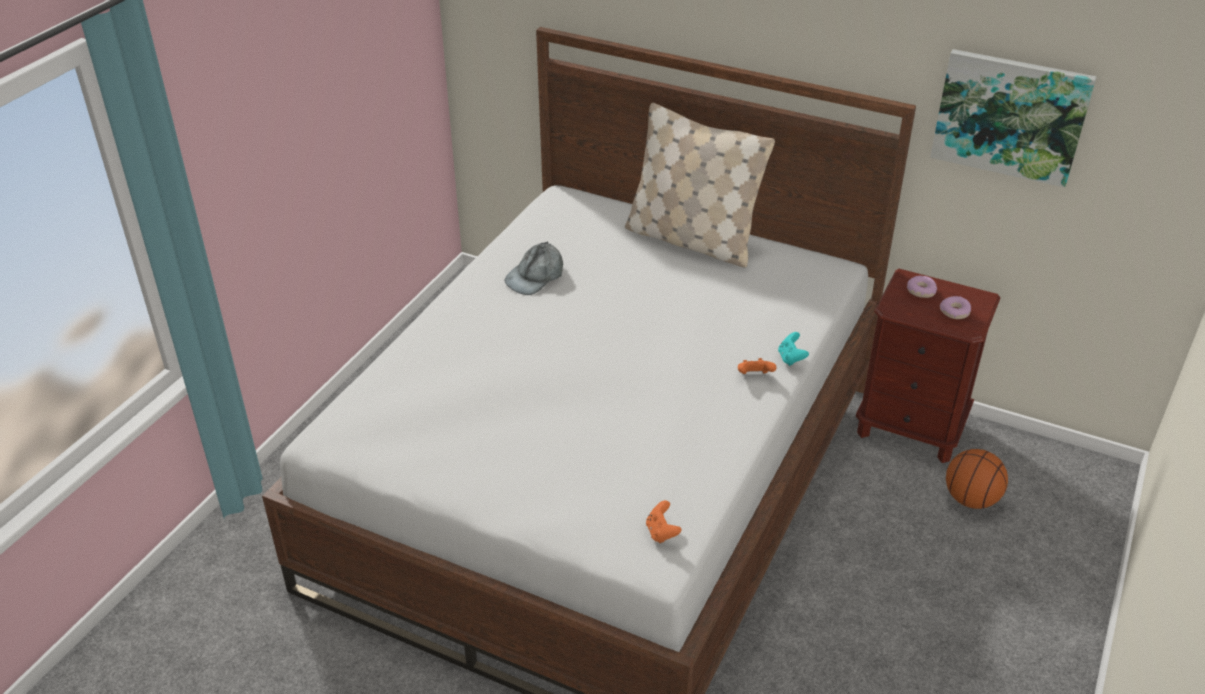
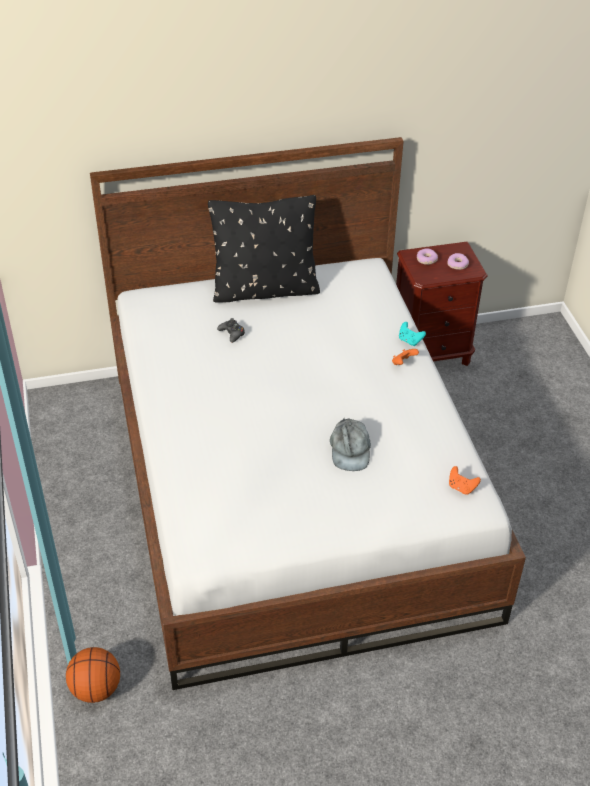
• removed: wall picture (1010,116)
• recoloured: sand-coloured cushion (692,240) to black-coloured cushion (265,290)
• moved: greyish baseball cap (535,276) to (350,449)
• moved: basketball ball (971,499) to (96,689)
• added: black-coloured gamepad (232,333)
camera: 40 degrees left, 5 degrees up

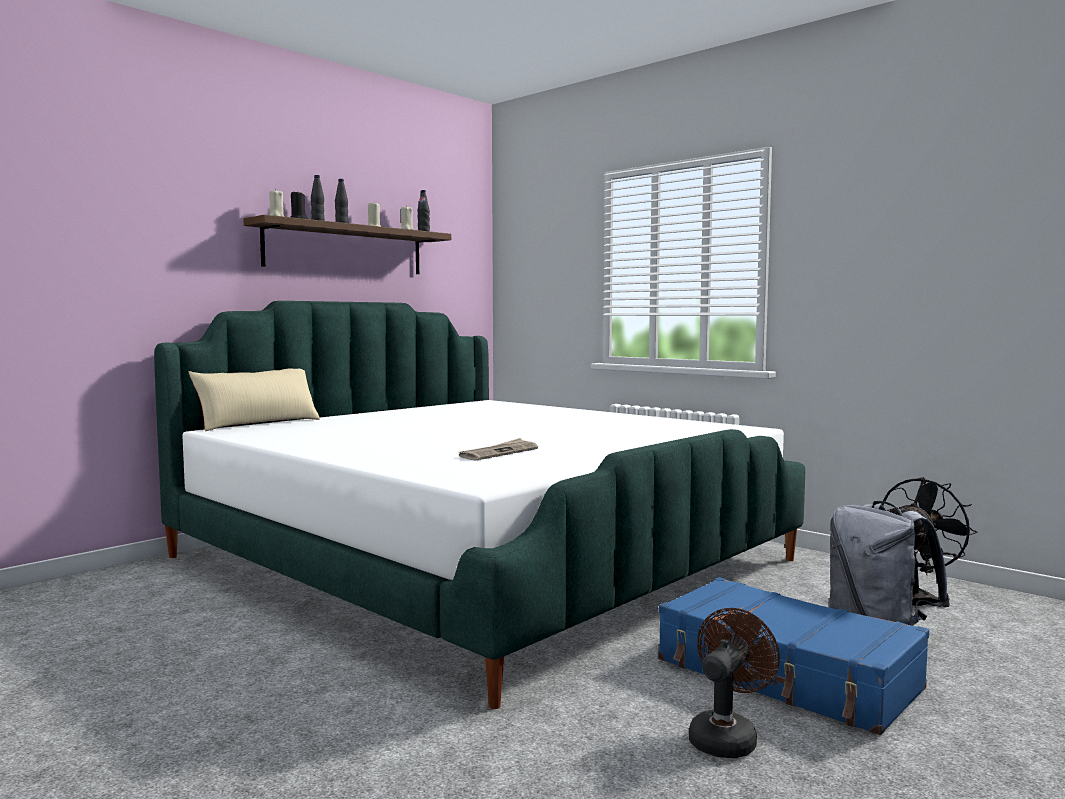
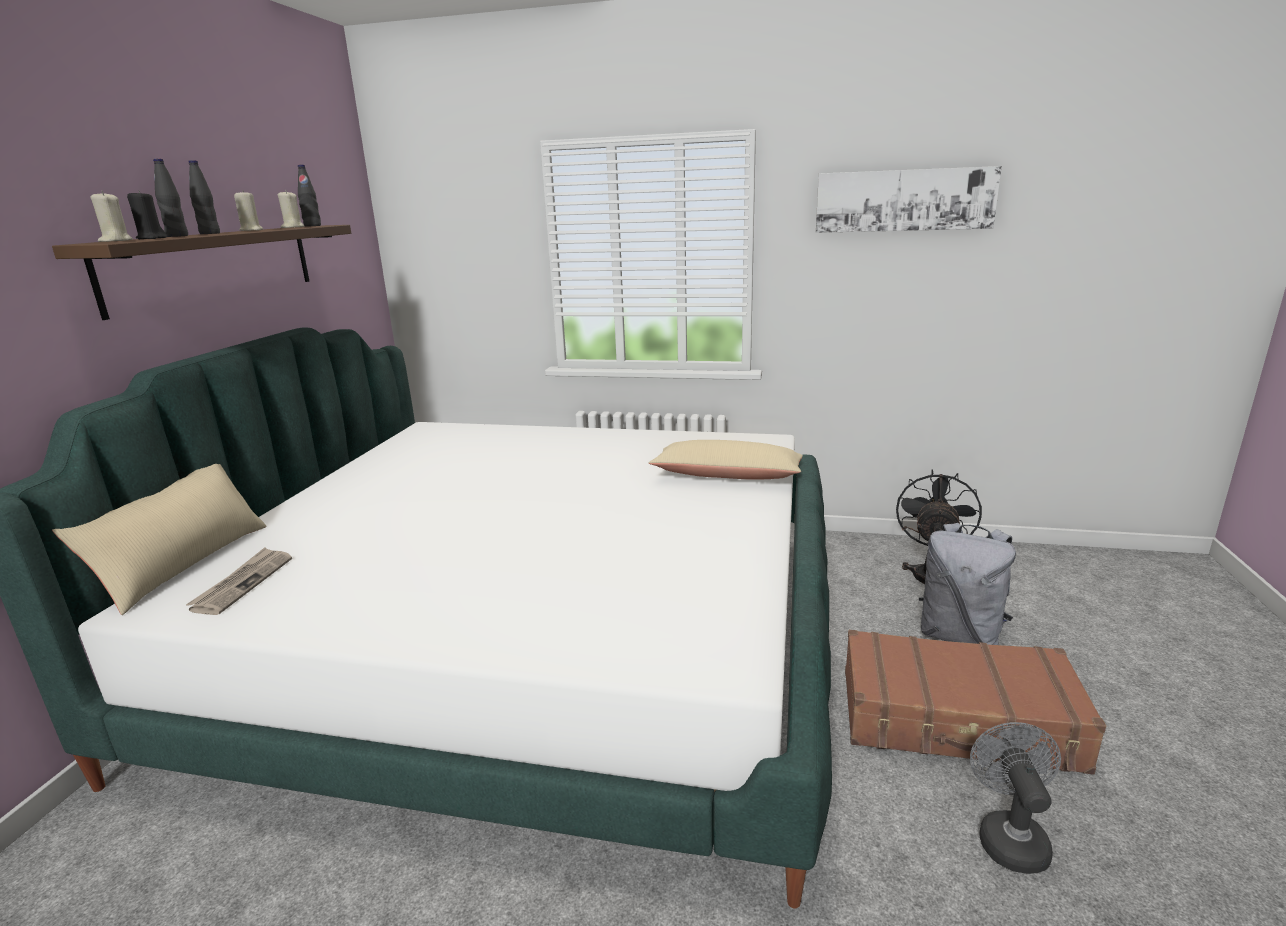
• moved: newspaper (498,453) to (243,583)
• recoloured: blue-coloured suitcase (786,675) to brown suitcase (957,720)
• recoloured: brown fan (726,736) to greyish fan (1009,836)
• added: wall picture (904,200)
• added: sand-coloured cushion (727,475)
camera: 30 degrees left, 15 degrees up

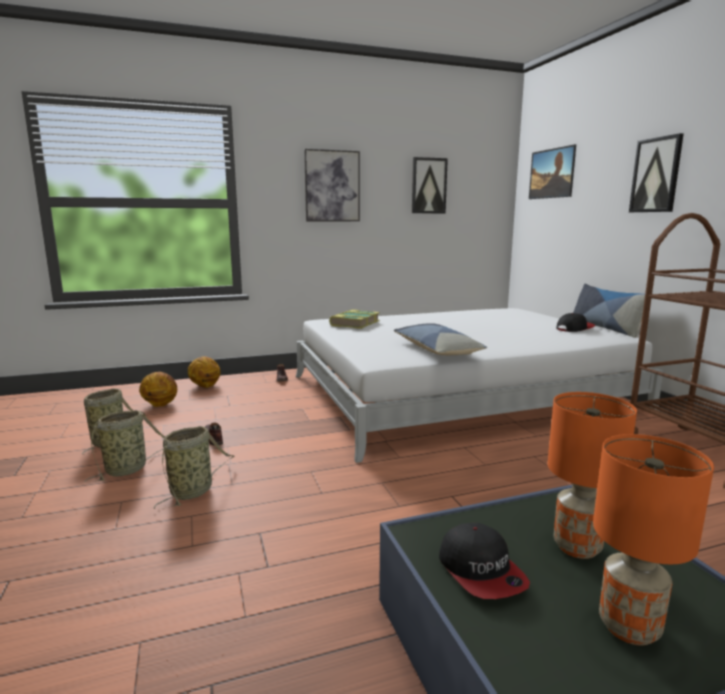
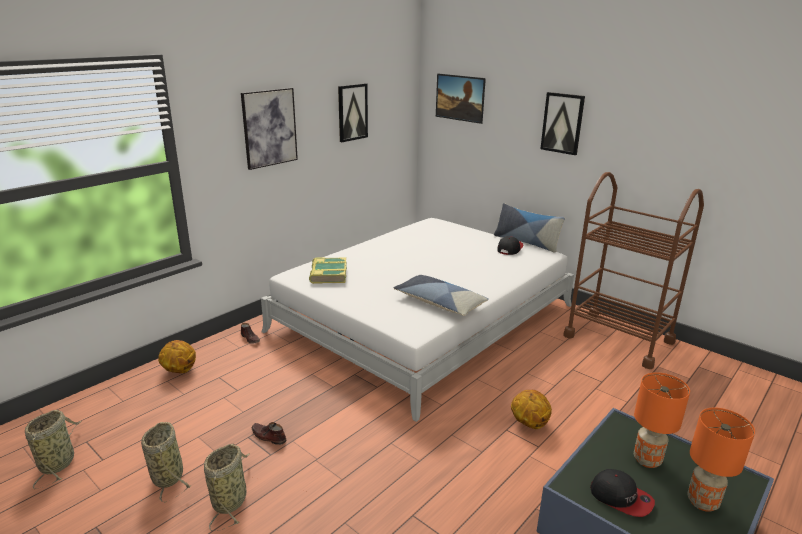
• moved: basketball ball (160,405) to (528,424)
• moved: storage basket (194,491) to (58,462)
camera: 30 degrees left, 10 degrees up

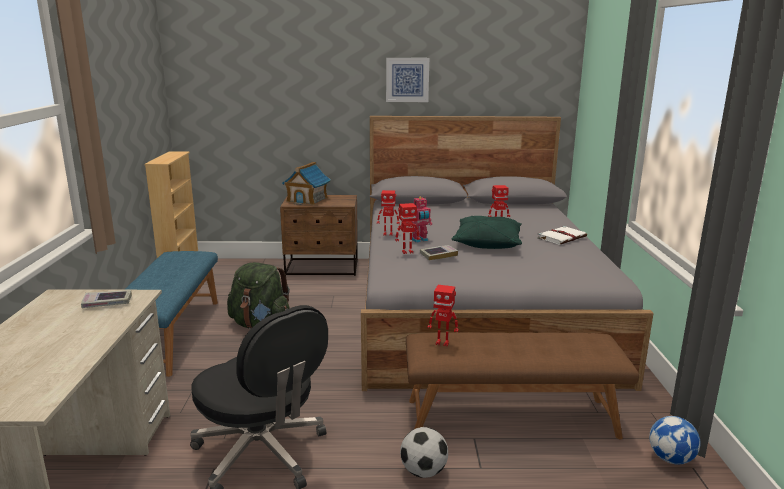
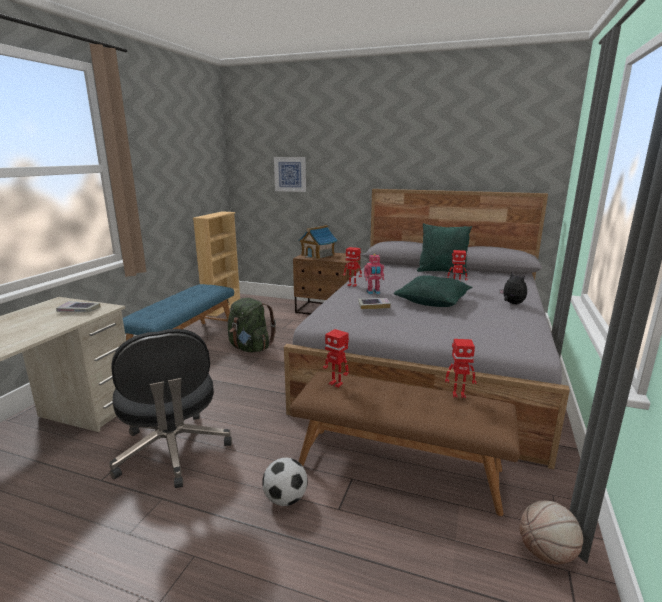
• moved: wall picture (407,80) to (290,174)
• moved: toy robot (407,252) to (458,395)
• replaced: whitish book (562,237) to plush toy (512,303)
• replaced: football ball (670,459) to basketball ball (546,553)
• added: greenish cushion (442,272)
camera: 20 degrees right, 0 degrees up

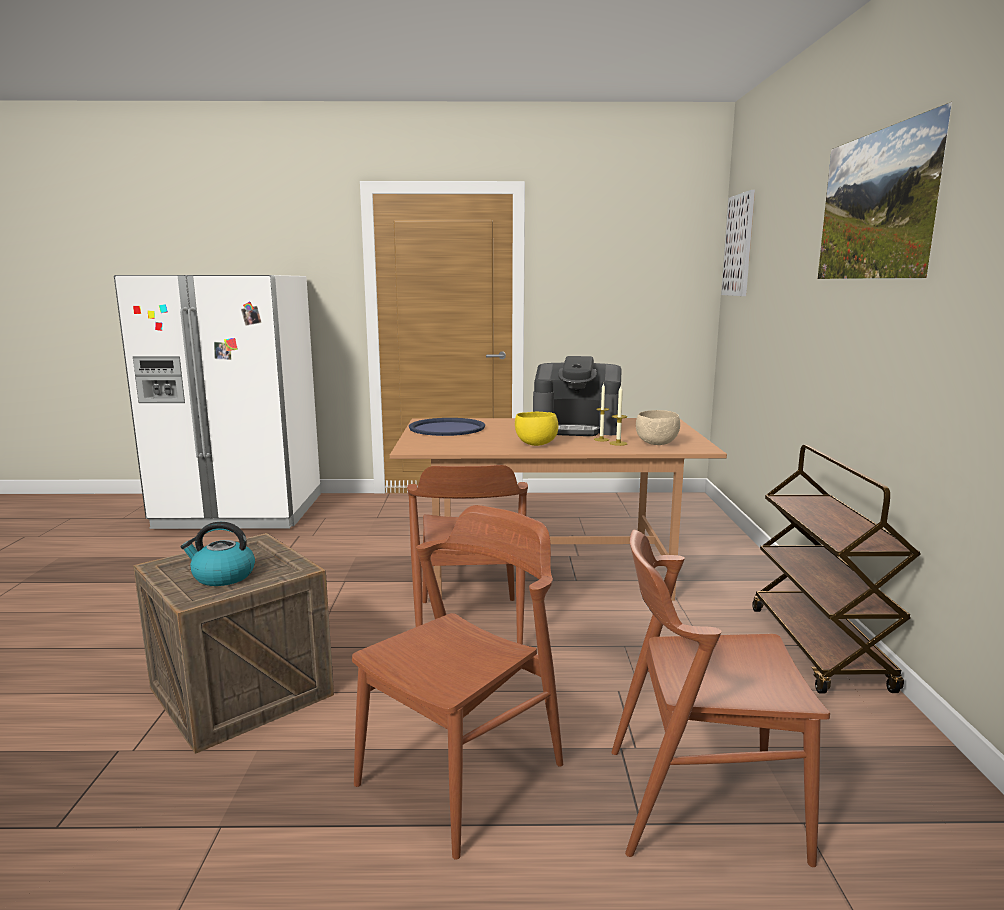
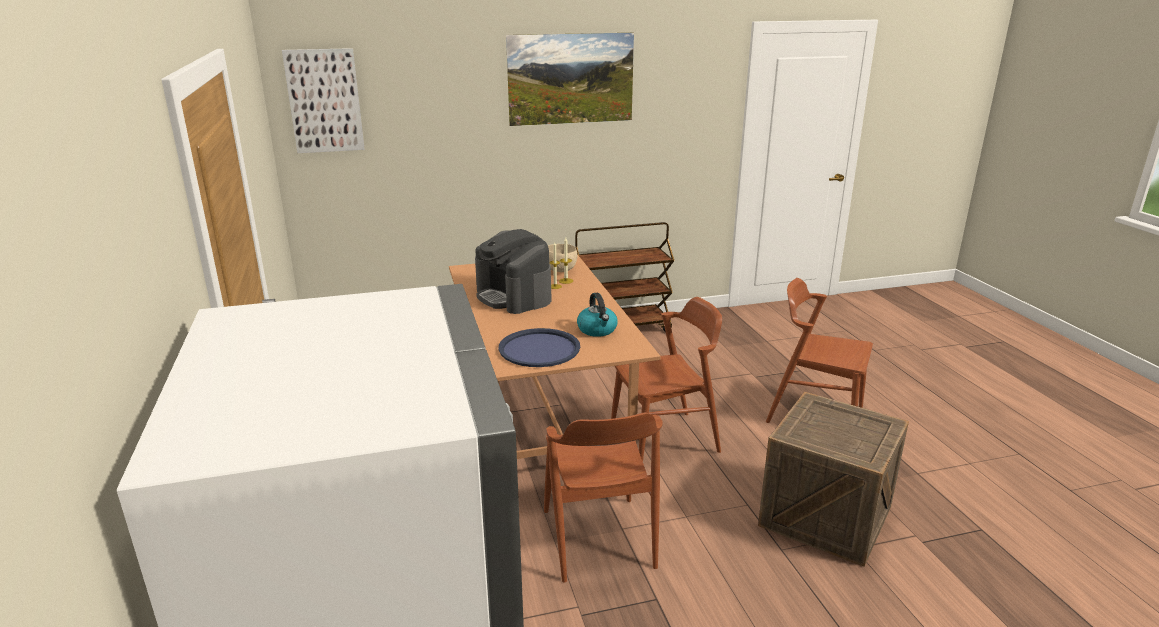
• turned: coffee brewer (577,428) = (514,296) 150 degrees clockwise
• removed: yellowish serving bowl (535,444)
• moved: kettle (222,576) to (597,330)
• moved: brown plain chair (701,801) to (598,538)
camera: 105 degrees left, 10 degrees up

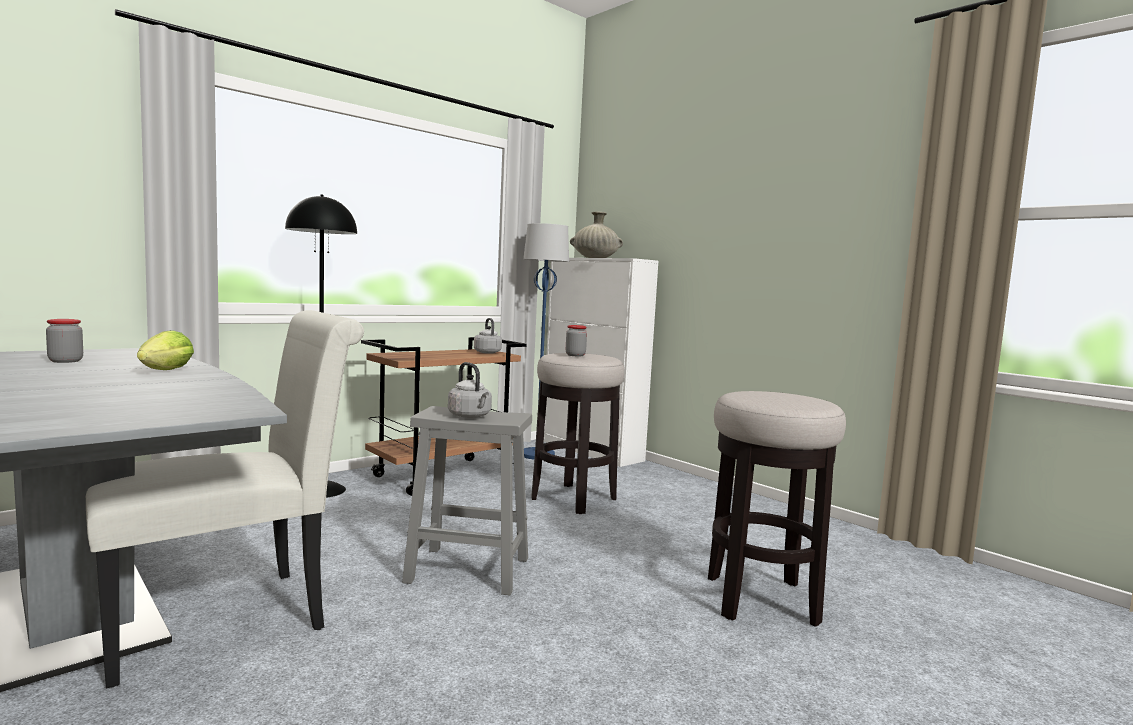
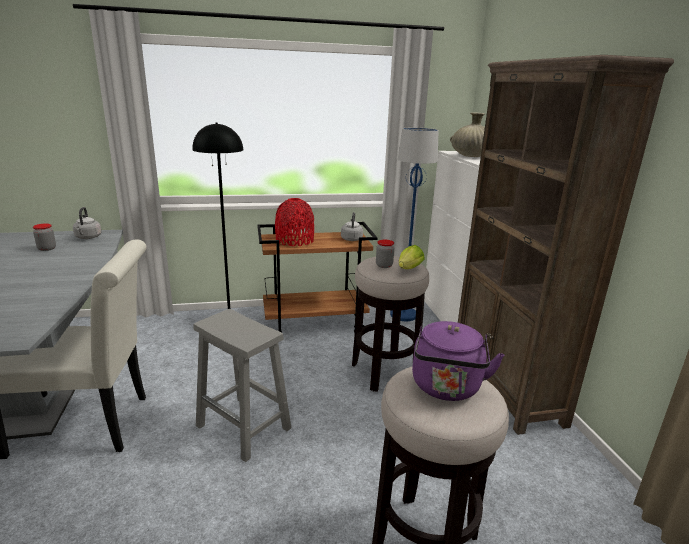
• moved: head of lettuce (163,371) to (408,269)
• moved: greyish kettle (470,416) to (88,237)
• added: brown bookshelf (505,386)
• added: red vase (294,240)
• added: purple kettle (446,388)
camera: 30 degrees right, 15 degrees up

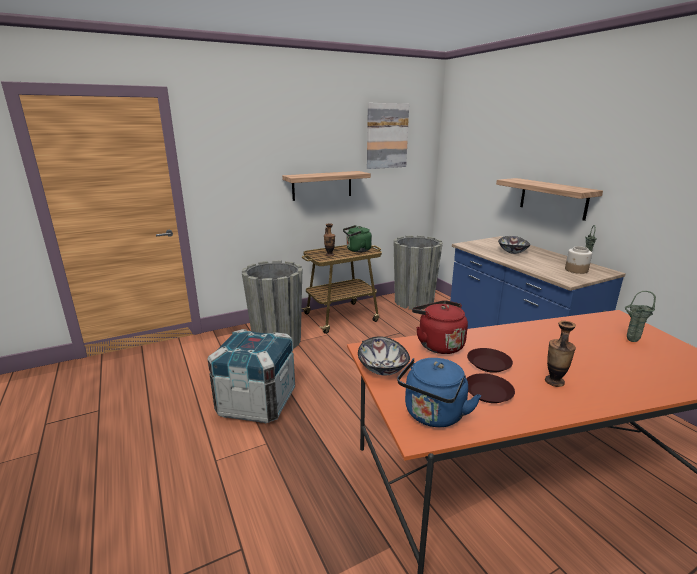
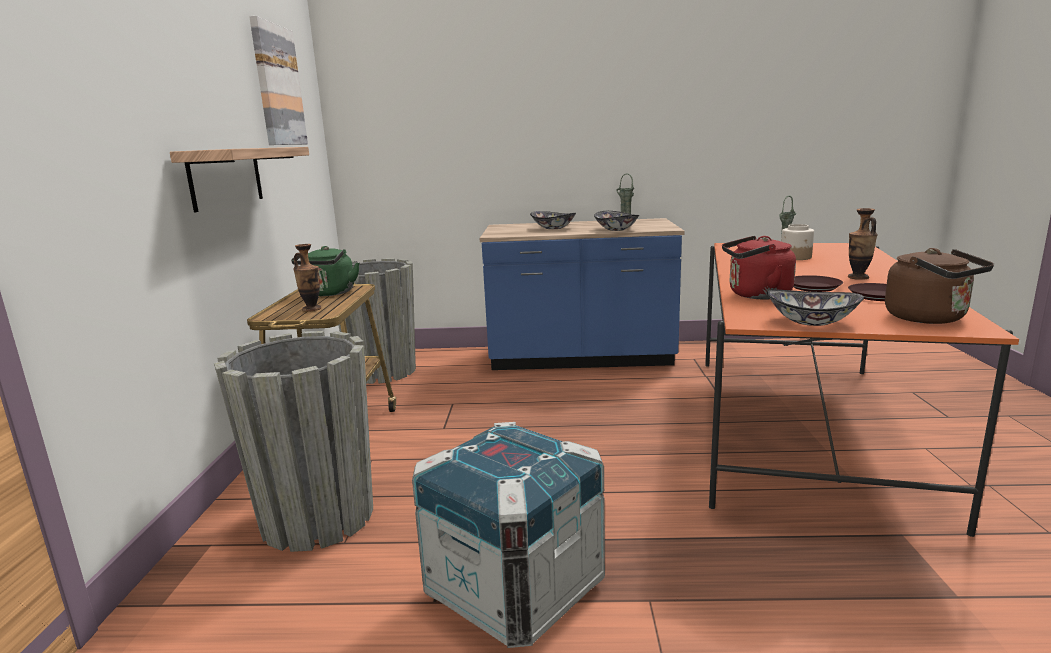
• removed: shelf (553,198)
• moved: storage jar (576,270) to (796,257)
• recoloured: blue-coloured kettle (433,415) to brown kettle (930,318)
• added: serving bowl (615,229)
camera: 60 degrees left, 5 degrees down

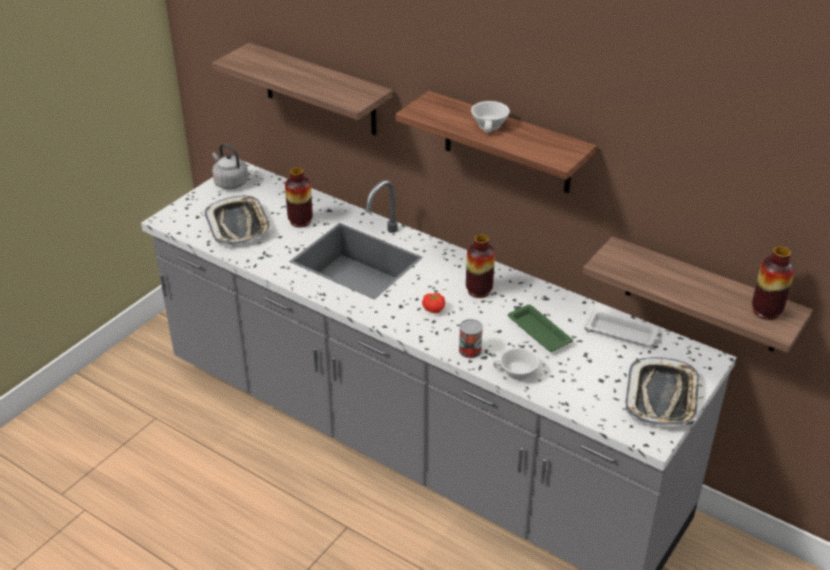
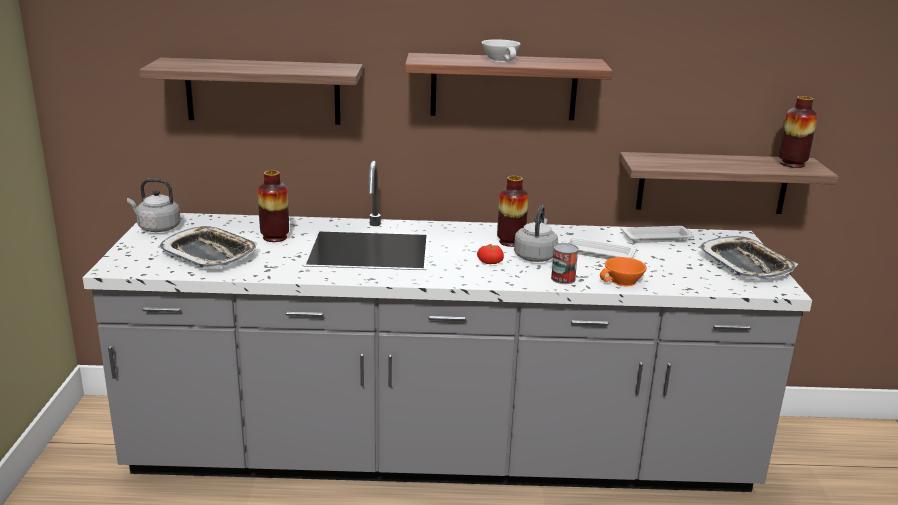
• recoloured: greenish tray (538,331) to whitish tray (596,253)
• recoloured: whitish small cup (516,374) to orange small cup (623,282)
• added: greyish kettle (535,256)
camera: 35 degrees left, 15 degrees down

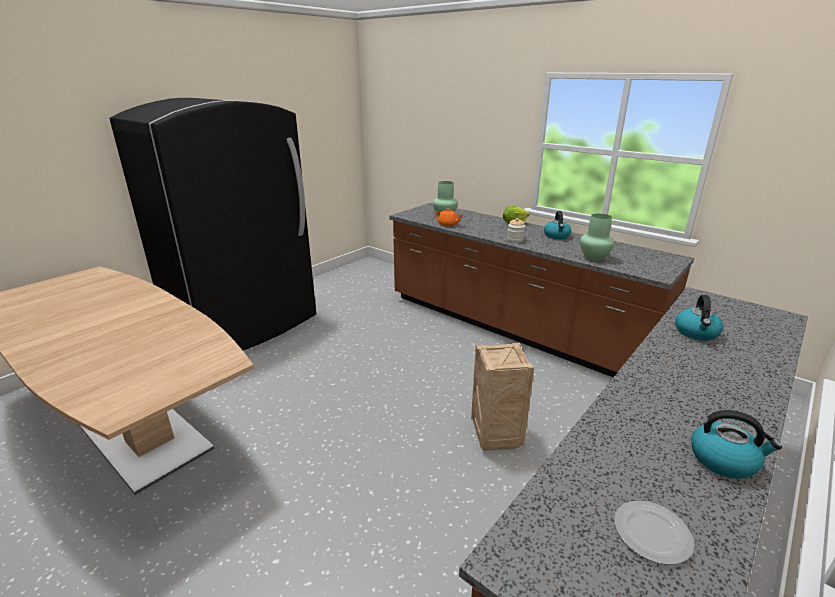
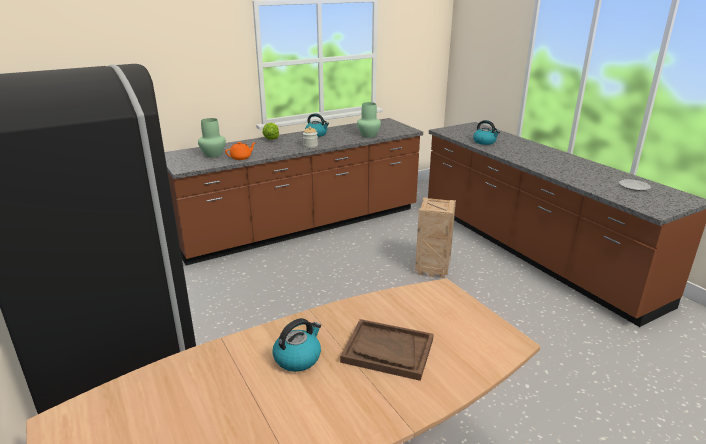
• moved: kettle (724,460) to (298,358)
• added: brown tray (387,351)
camera: 70 degrees left, 0 degrees up

